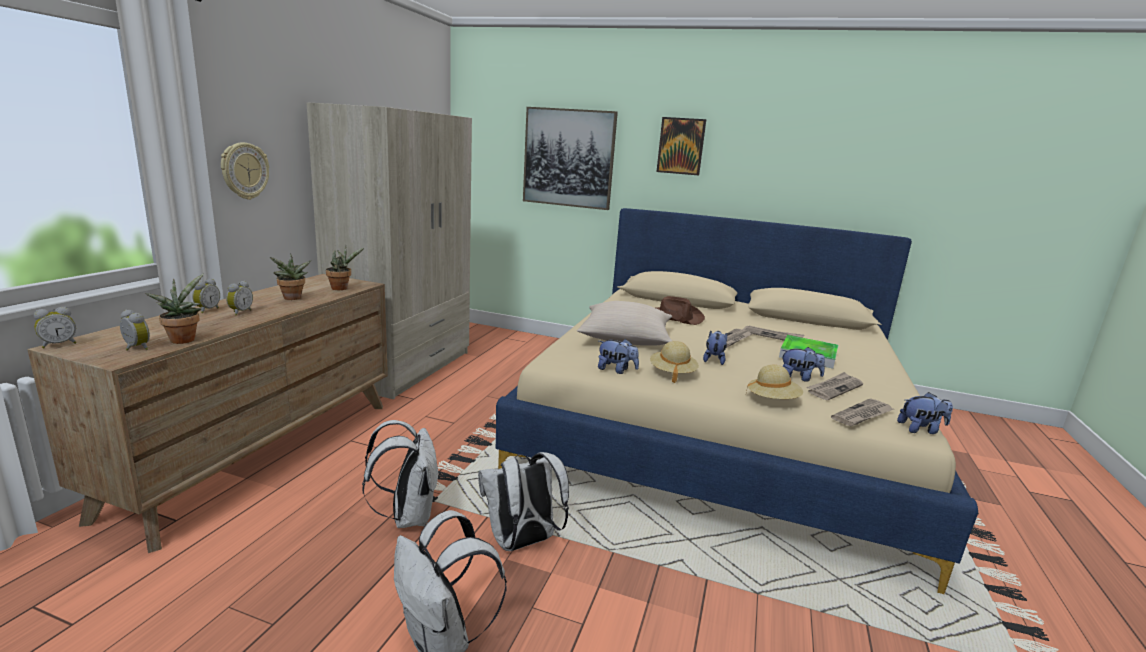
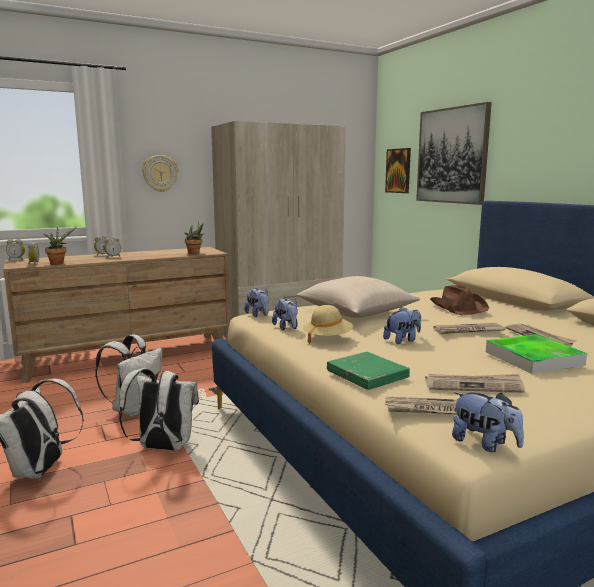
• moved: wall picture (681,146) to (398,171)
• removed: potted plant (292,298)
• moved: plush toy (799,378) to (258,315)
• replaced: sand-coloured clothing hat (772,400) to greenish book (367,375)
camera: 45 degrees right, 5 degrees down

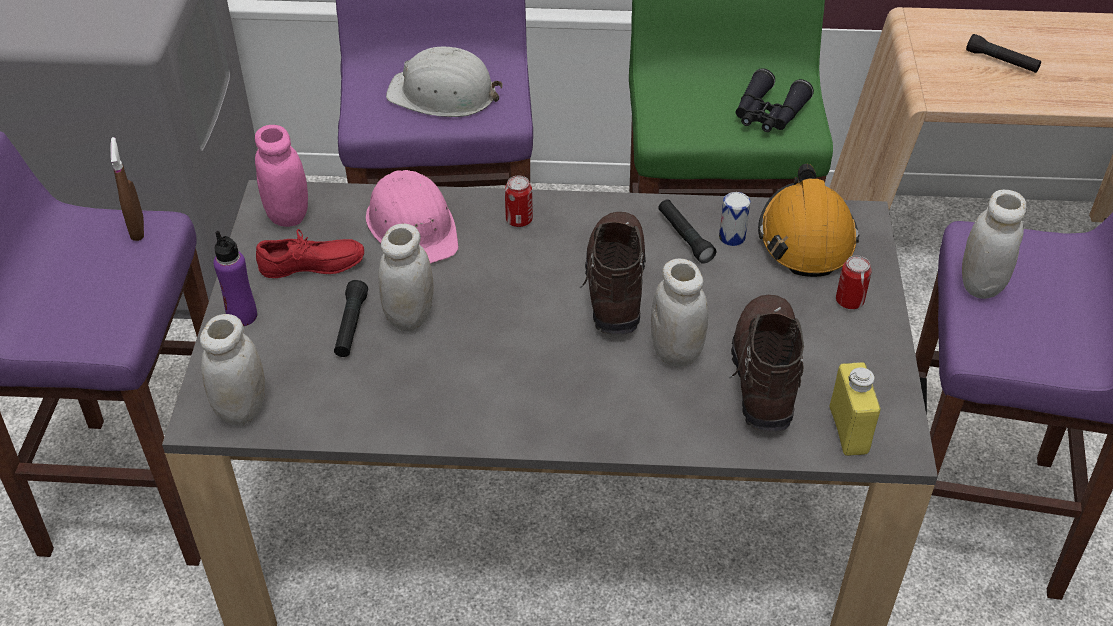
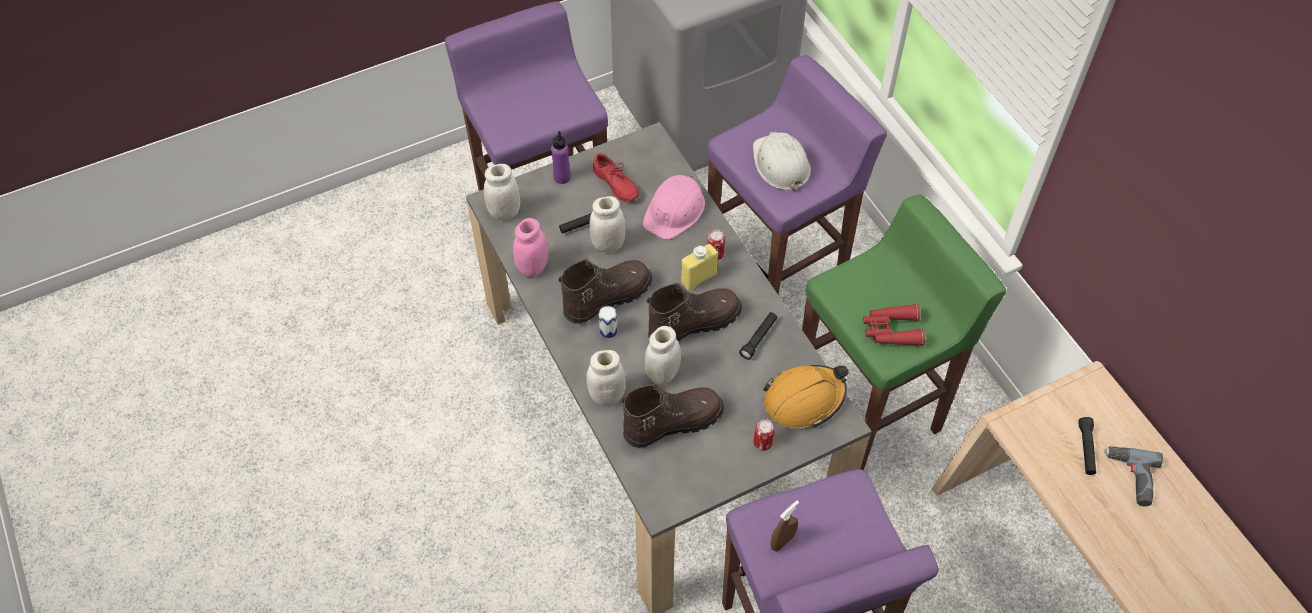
• recoloured: black-coloured pair of binoculars (768,114) to red pair of binoculars (891,330)
• moved: pink storage jar (288,215) to (533,267)
• moved: brown sprayer (137,229) to (782,541)
• moved: whitish storage jar (981,284) to (607,395)
• moved: sealed can (732,237) to (608,331)
• moved: yellowish bottle (848,430) to (698,278)
• added: brown boot (606,297)
• added: drill (1130,478)
camera: 60 degrees right, 10 degrees up

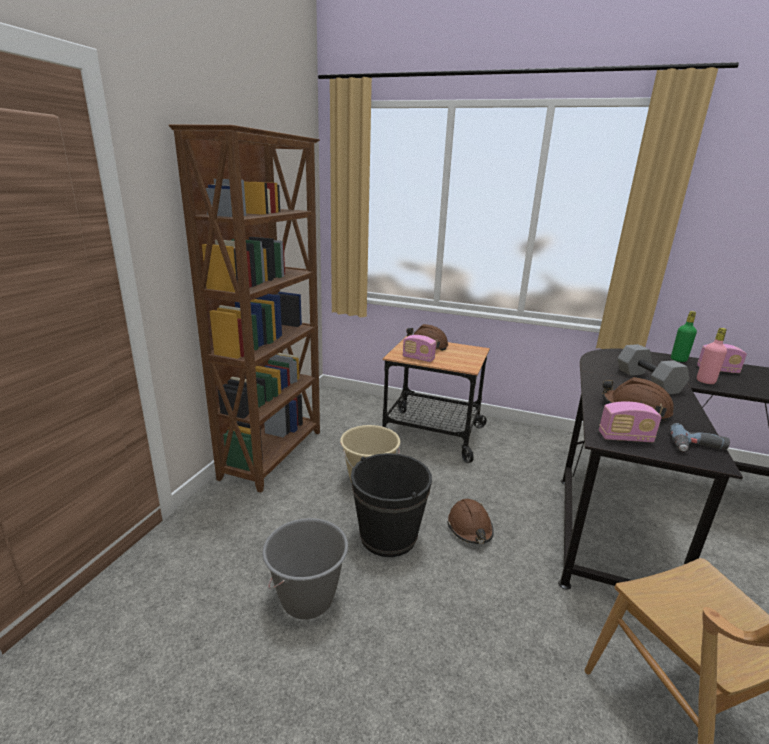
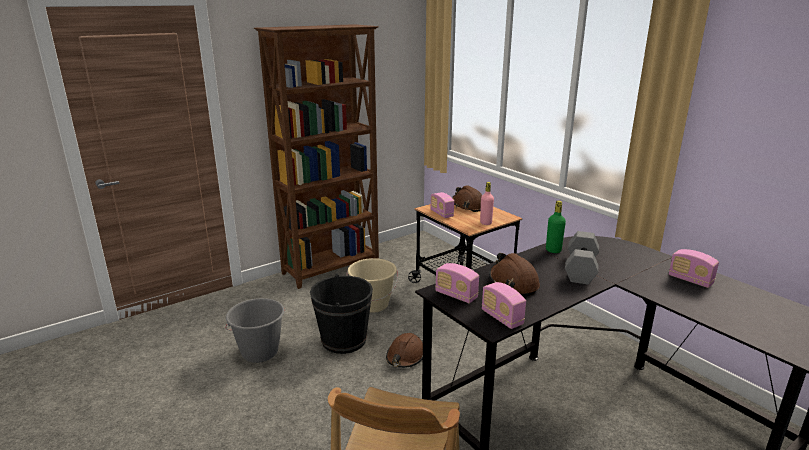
• moved: greenish bottle (678,360) to (553,250)
• moved: pink bottle (705,381) to (485,223)
• replaced: drill (698,447) to radio (502,318)
camera: 35 degrees right, 0 degrees up

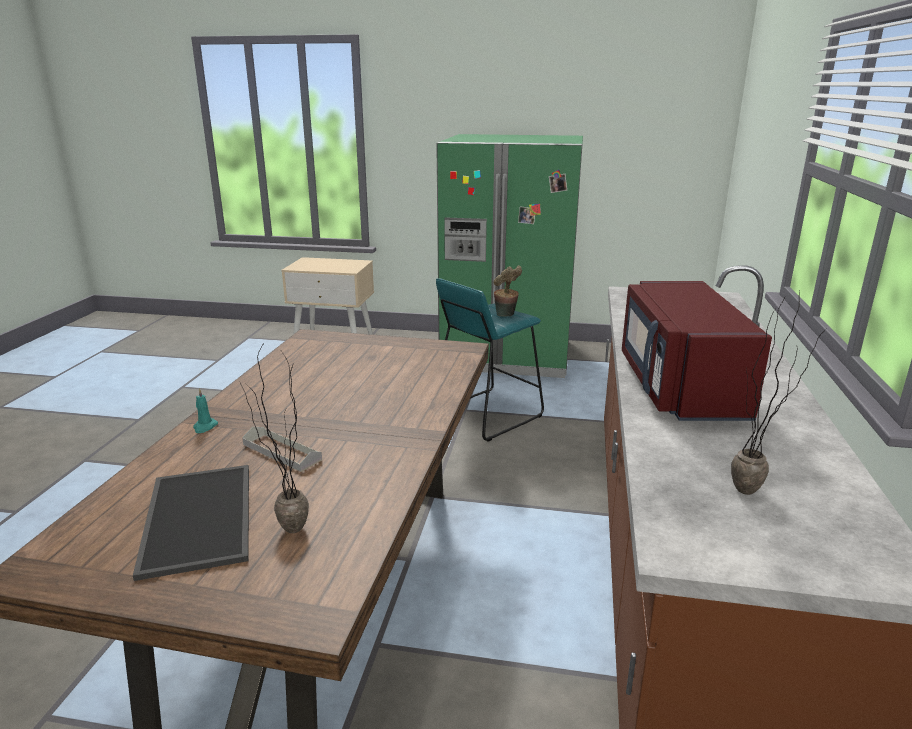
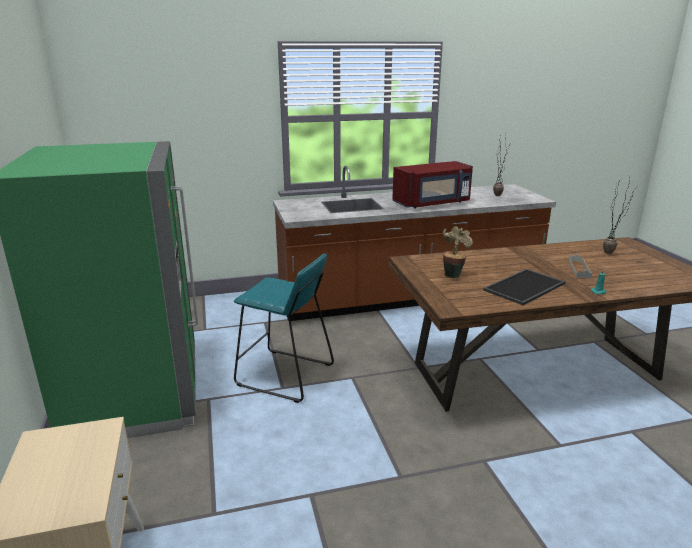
• moved: potted plant (506,316) to (453,274)
• moved: tray (195,517) to (525,287)
camera: 115 degrees left, 0 degrees up

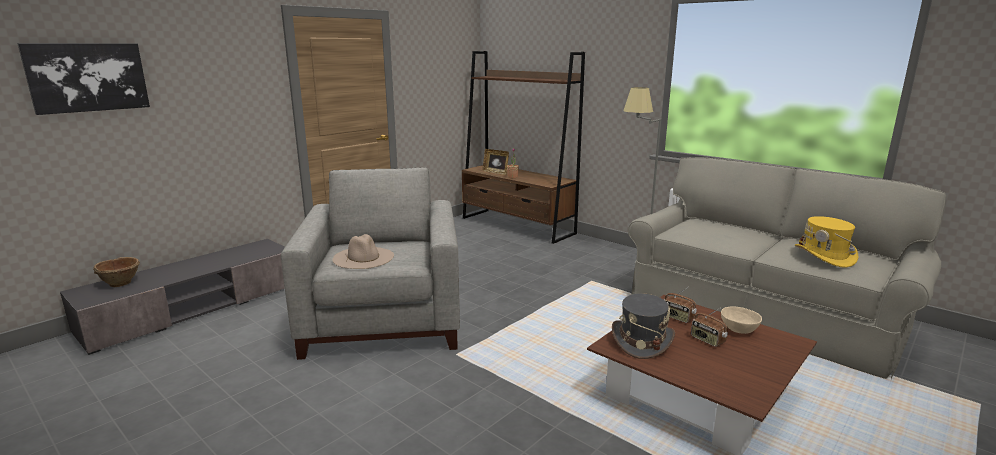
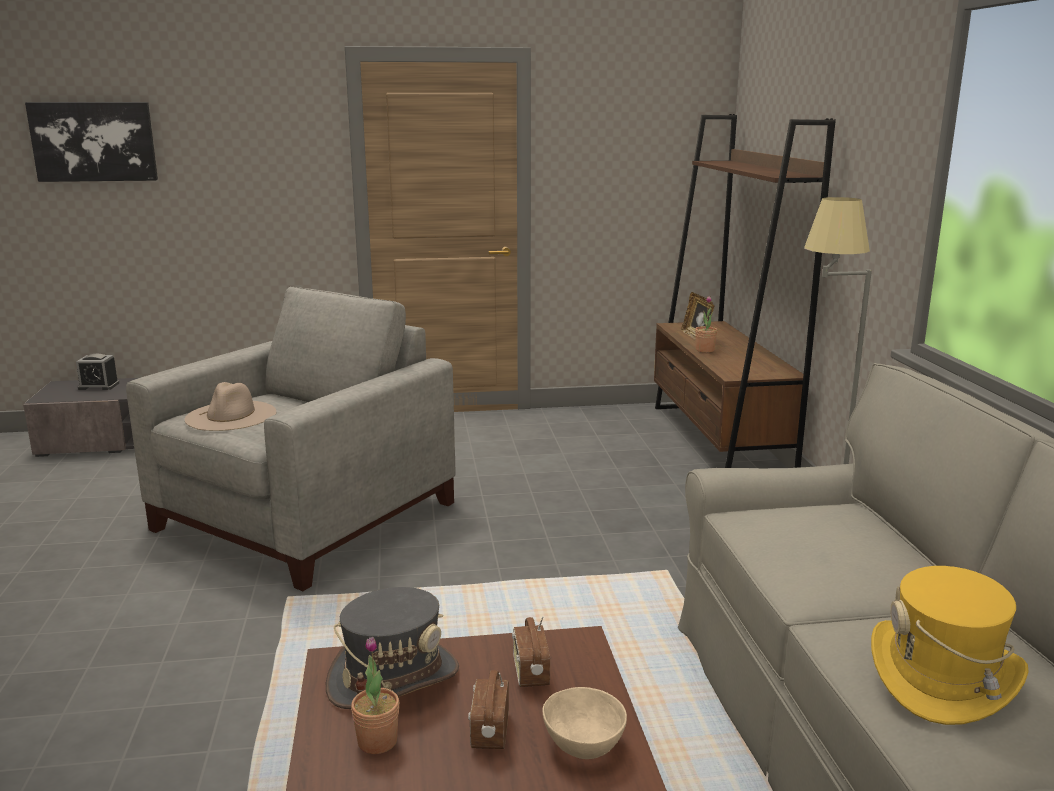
• replaced: brown serving bowl (121,283) to table clock (99,386)
• added: potted plant (377,741)
camera: 40 degrees right, 0 degrees up

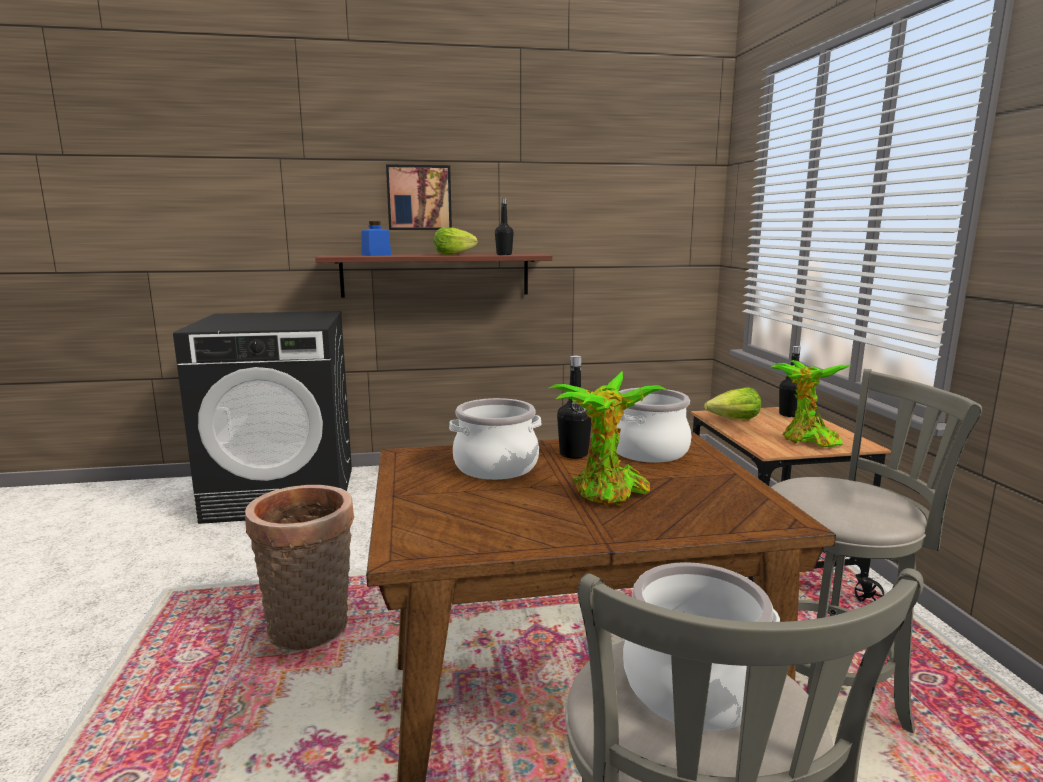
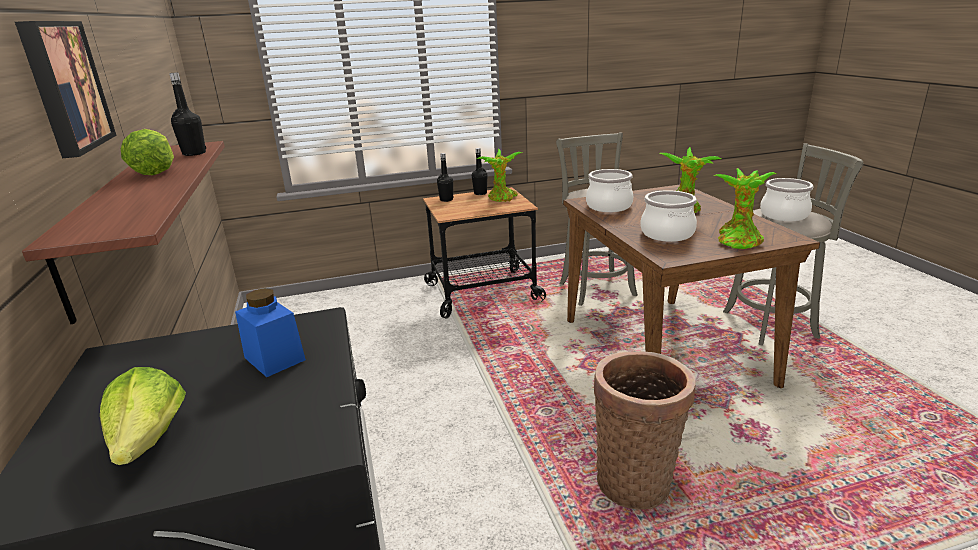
• moved: blue-coloured storage jar (376,255) to (274,359)
• moved: black-coloured bottle (573,454) to (480,193)
• moved: head of lettuce (734,420) to (150,440)
• added: potted plant (738,240)
camera: 95 degrees left, 10 degrees up

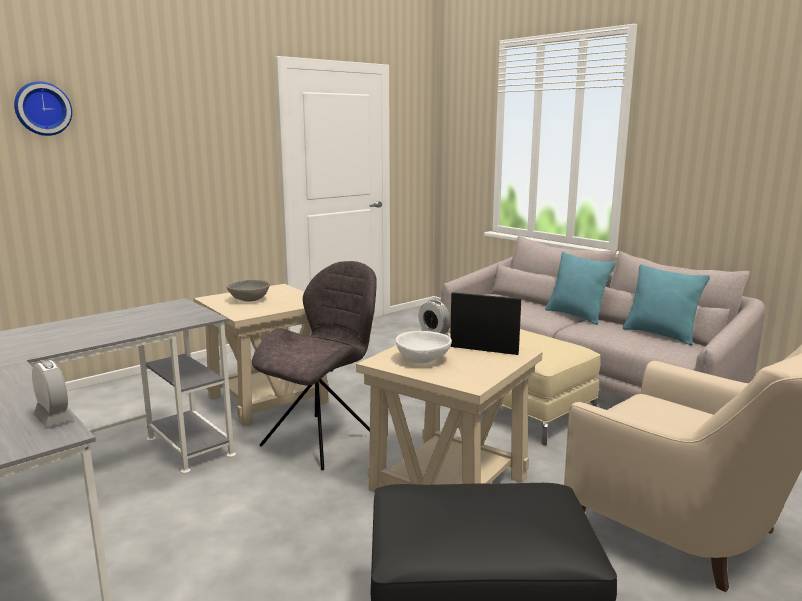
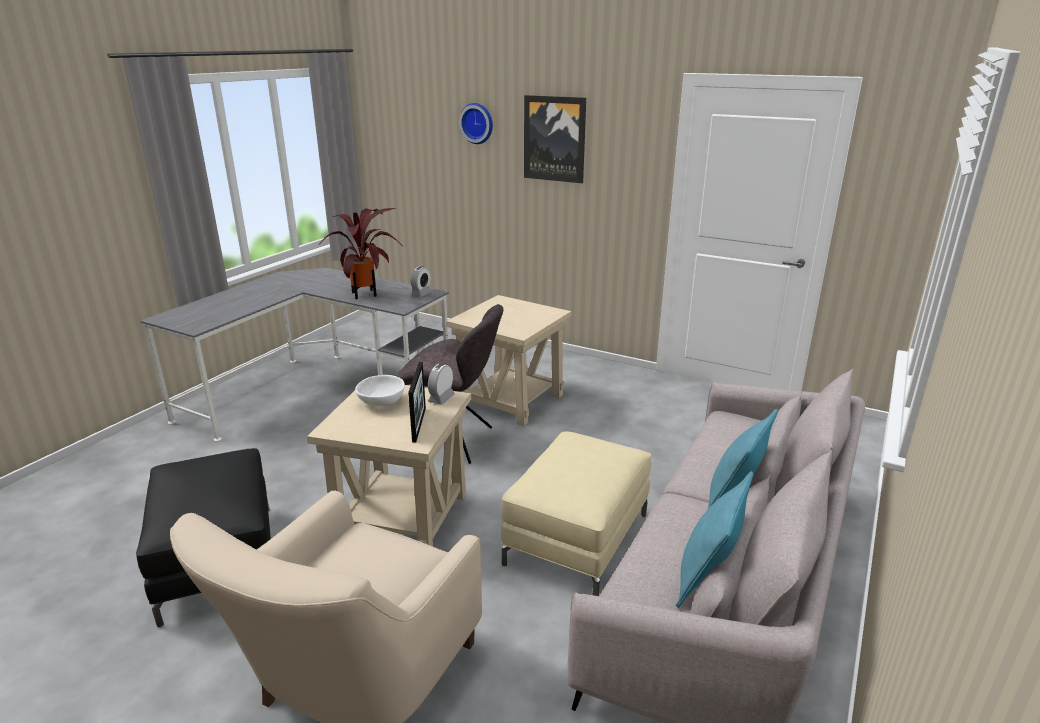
• removed: greyish serving bowl (248,300)
• moved: table clock (54,418) to (421,293)
• added: wall picture (554,139)
• added: potted plant (367,294)
camera: 70 degrees right, 10 degrees up

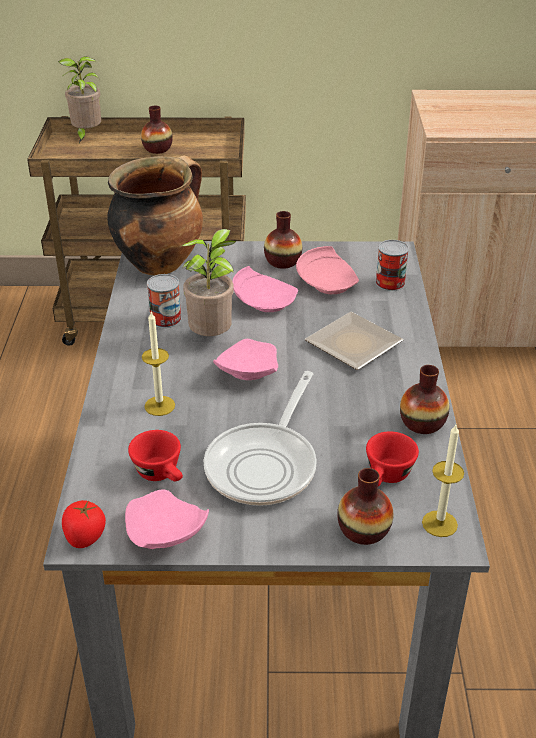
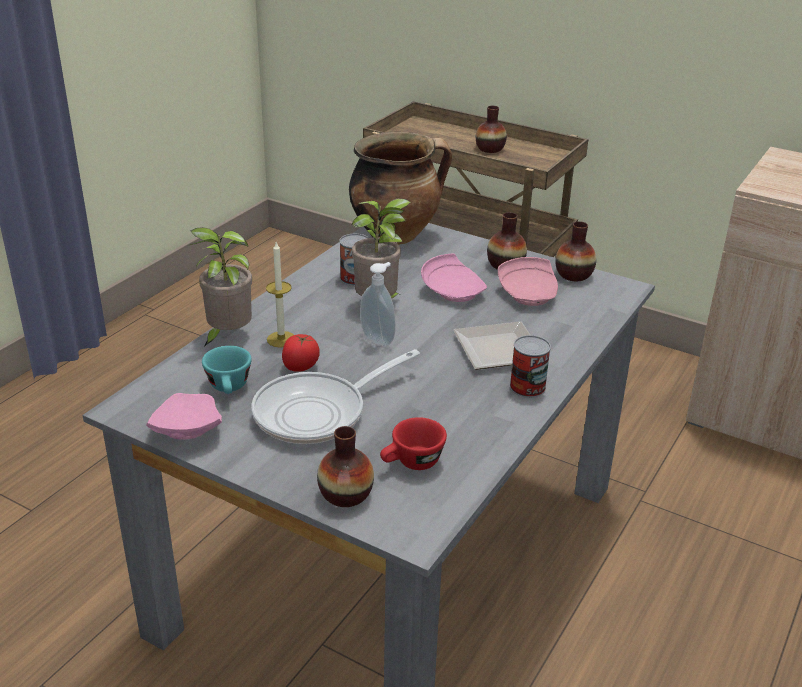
• moved: potted plant (86,135) to (227,336)
• moved: sealed can (390,283) to (527,387)
• replaced: pink plate (247,372) to liquid soap bottle (379,339)
• moved: vase (422,423) to (573,275)
• removed: wax candle (439,523)
• recoloured: red small cup (162,474) to blue-green small cup (229,388)
• moved: fresh tomato (85,537) to (300,366)
camera: 30 degrees right, 5 degrees down

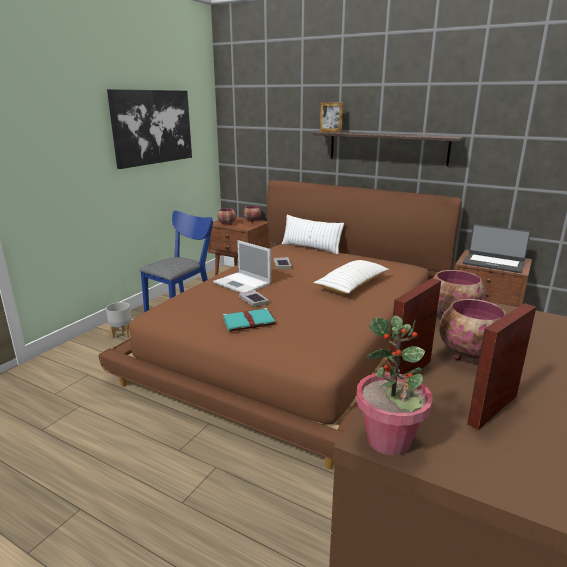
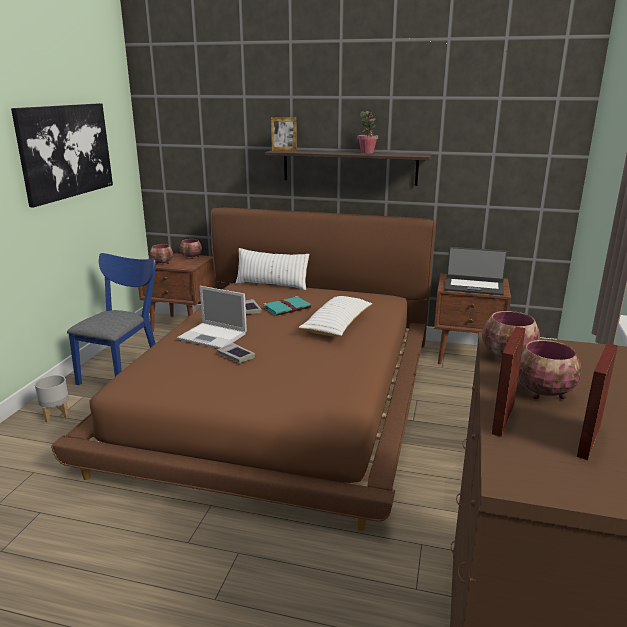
• moved: blue-green book (249,322) to (287,308)
• moved: potted plant (389,440) to (367,152)
camera: 15 degrees left, 0 degrees up

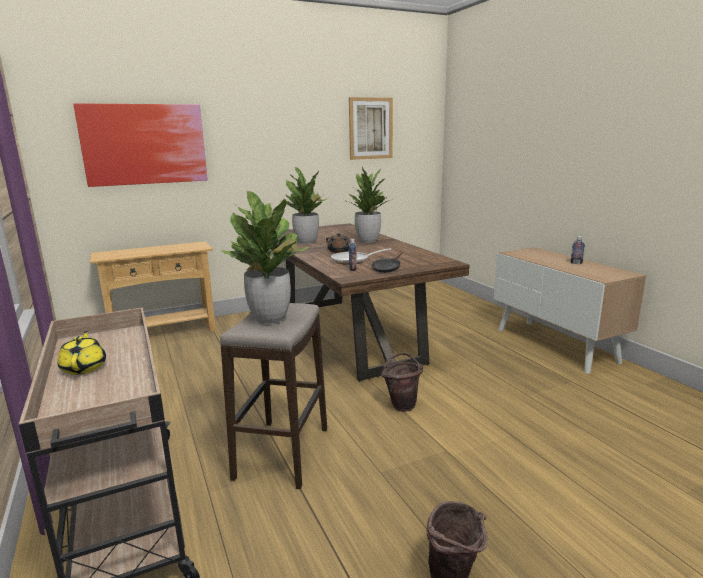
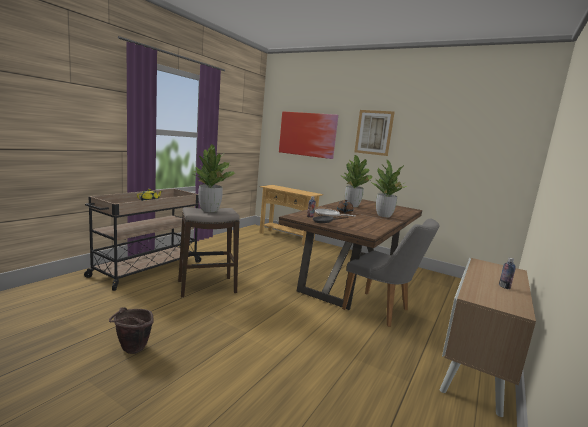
• moved: wall picture (370,128) to (373,132)
• removed: brown water bucket (402,404)
• added: greyish plain chair (382,311)
camera: 55 degrees right, 5 degrees down

